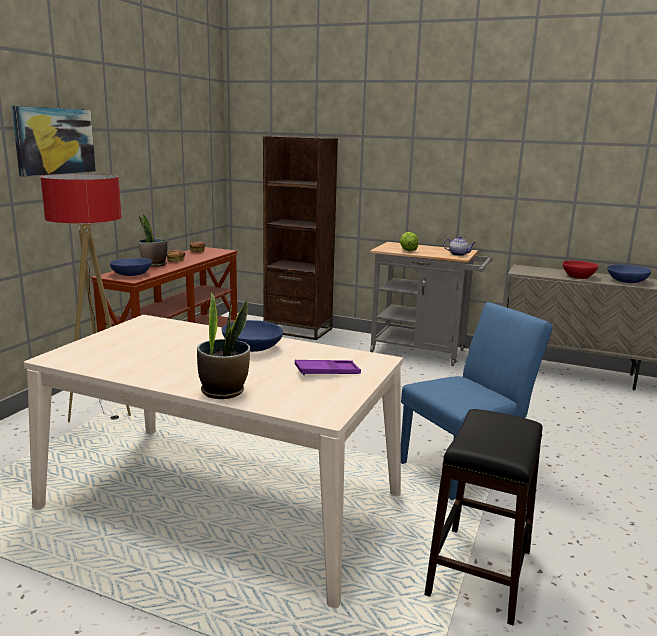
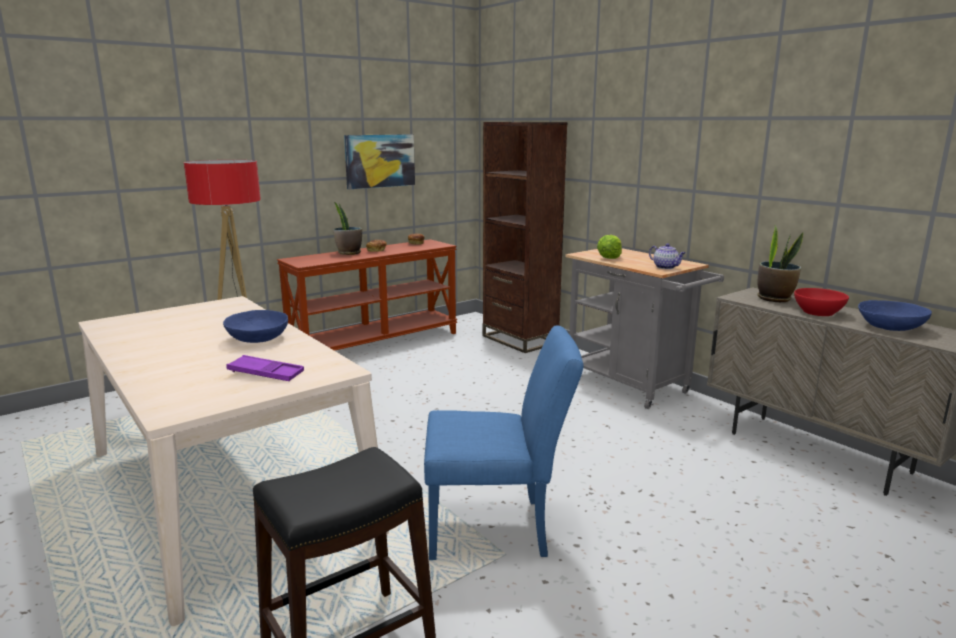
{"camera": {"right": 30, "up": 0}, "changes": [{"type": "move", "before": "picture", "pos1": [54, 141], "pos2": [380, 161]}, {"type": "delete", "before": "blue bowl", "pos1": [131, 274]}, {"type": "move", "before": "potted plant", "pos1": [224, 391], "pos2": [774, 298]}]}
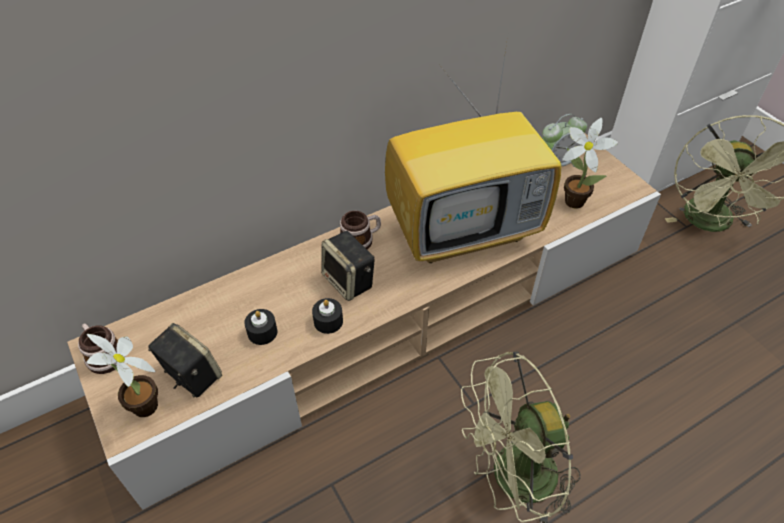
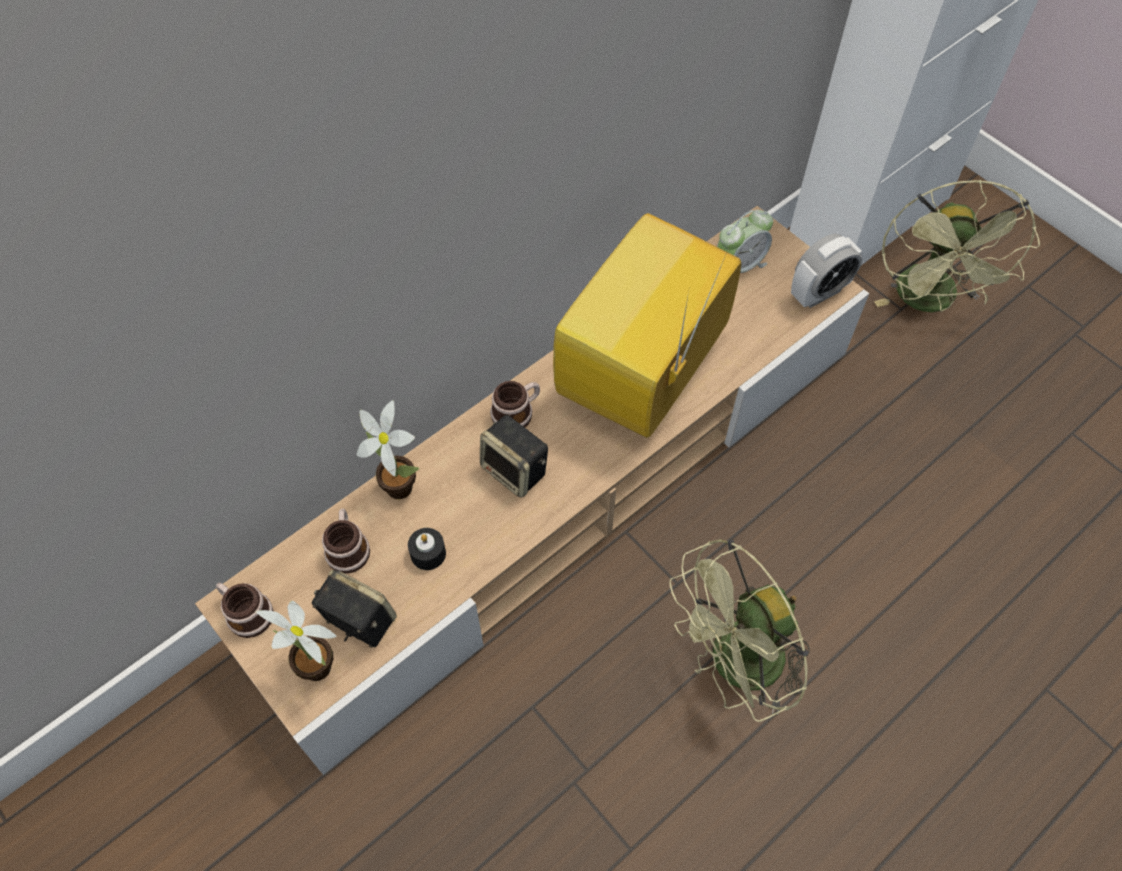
{"camera": {"right": -10, "up": 10}, "changes": [{"type": "rotate", "before": "television", "pos1": [465, 229], "pos2": [642, 378], "turn": 150}, {"type": "move", "before": "potted plant", "pos1": [572, 199], "pos2": [397, 484]}, {"type": "delete", "before": "black candle", "pos1": [328, 321]}, {"type": "insert", "after": "alarm clock", "pos2": [819, 293]}, {"type": "insert", "after": "mug", "pos2": [348, 547]}]}
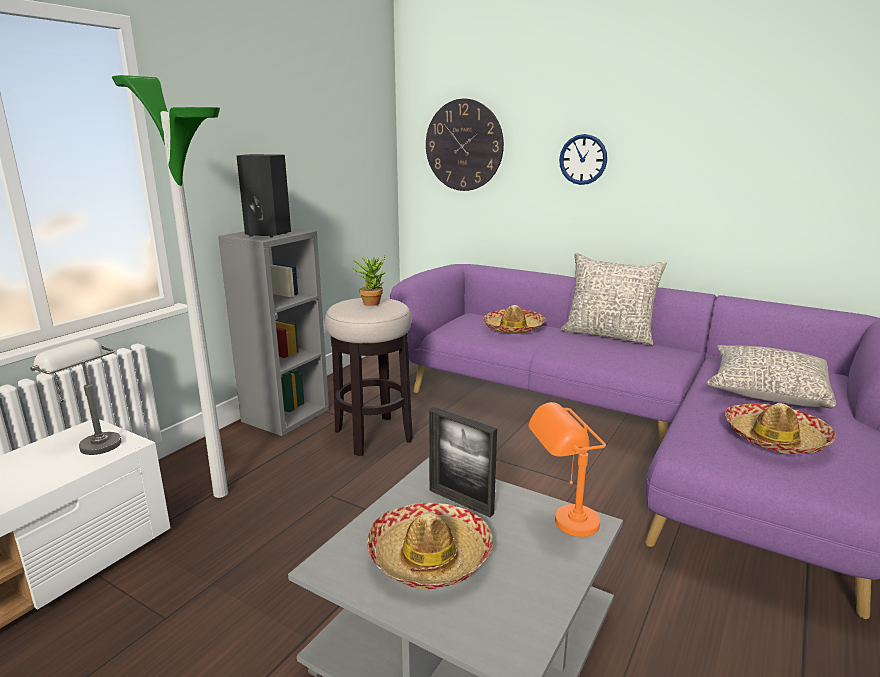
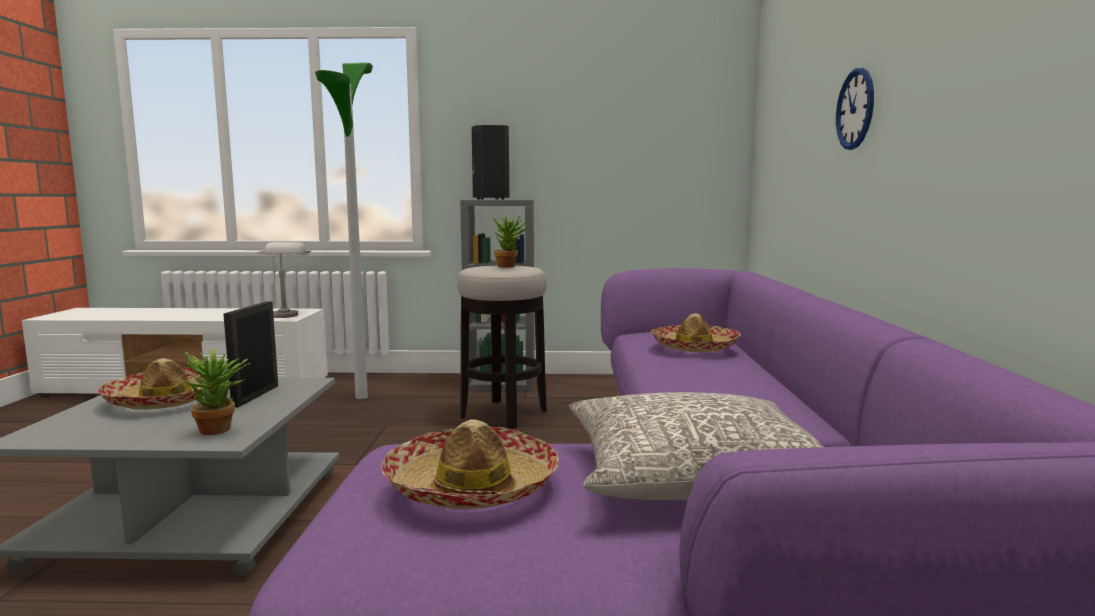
{"camera": {"right": 60, "up": -10}, "changes": [{"type": "delete", "before": "wall clock", "pos1": [464, 145]}, {"type": "delete", "before": "grey pillow", "pos1": [608, 335]}, {"type": "replace", "before": "orange table lamp", "after": "potted plant", "pos1": [563, 526], "pos2": [221, 430]}]}
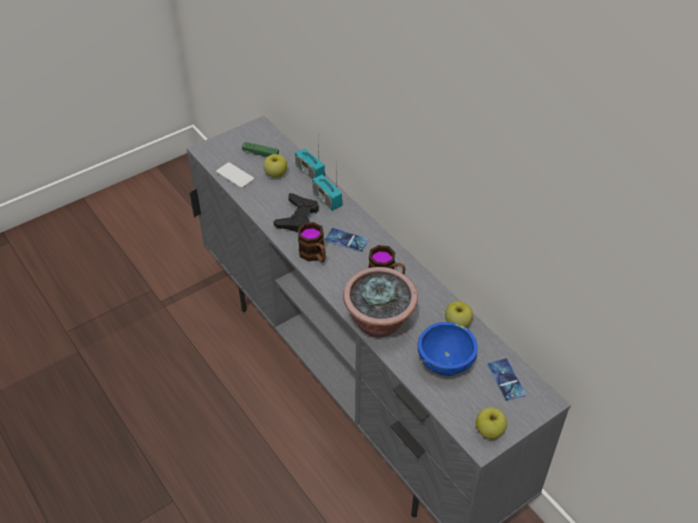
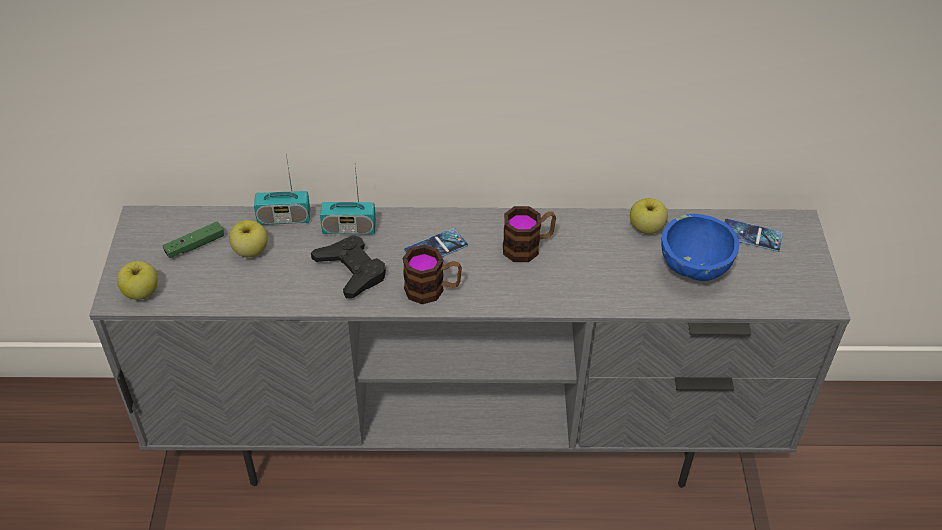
{"camera": {"right": -55, "up": 0}, "changes": [{"type": "delete", "before": "phone", "pos1": [235, 176]}, {"type": "delete", "before": "potted plant", "pos1": [379, 323]}, {"type": "move", "before": "apple", "pos1": [489, 431], "pos2": [141, 292]}]}
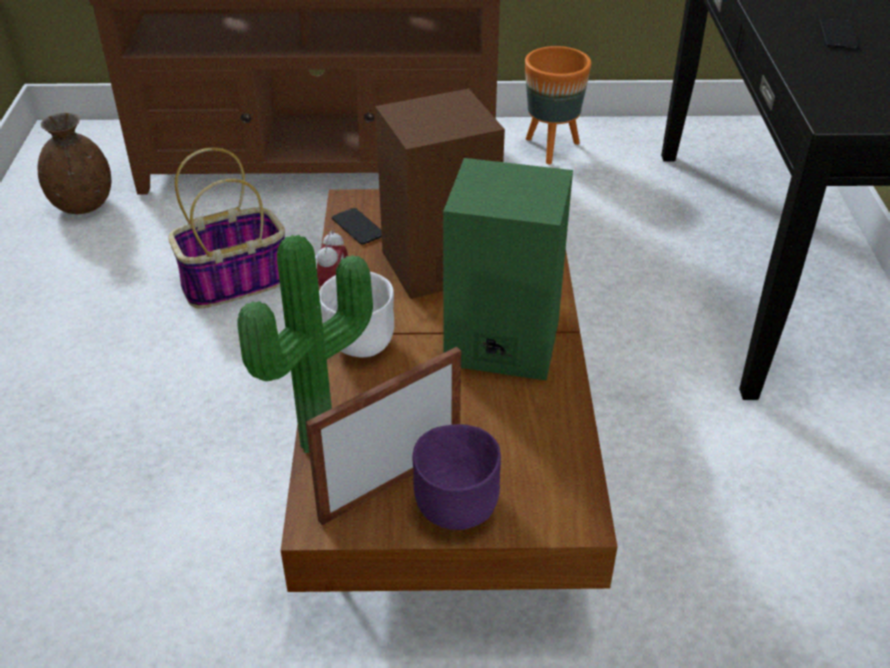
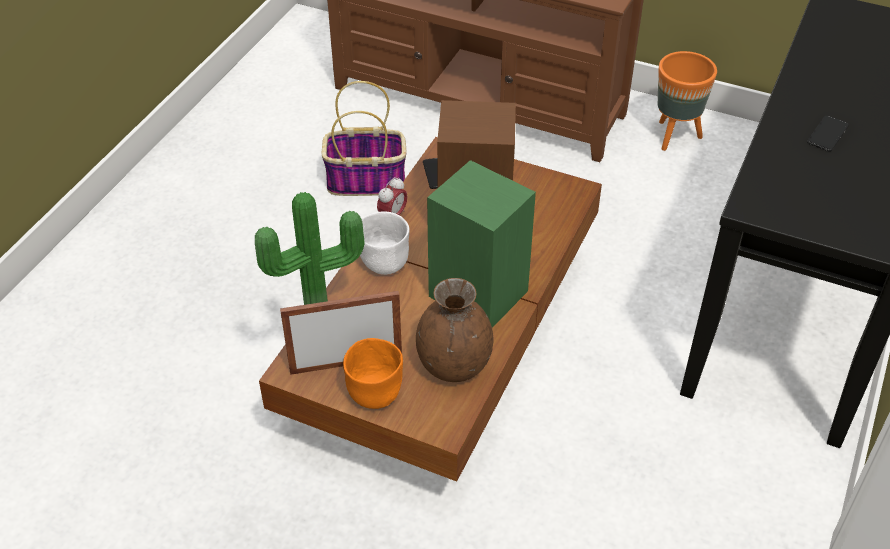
{"camera": {"right": 25, "up": 5}, "changes": [{"type": "move", "before": "brown vase", "pos1": [83, 205], "pos2": [455, 365]}, {"type": "recolor", "before": "purple bowl", "after": "orange bowl", "pos1": [456, 507], "pos2": [375, 393]}]}
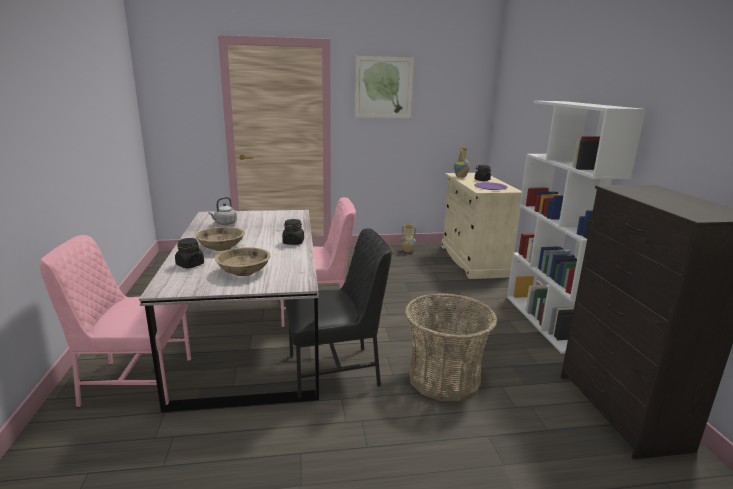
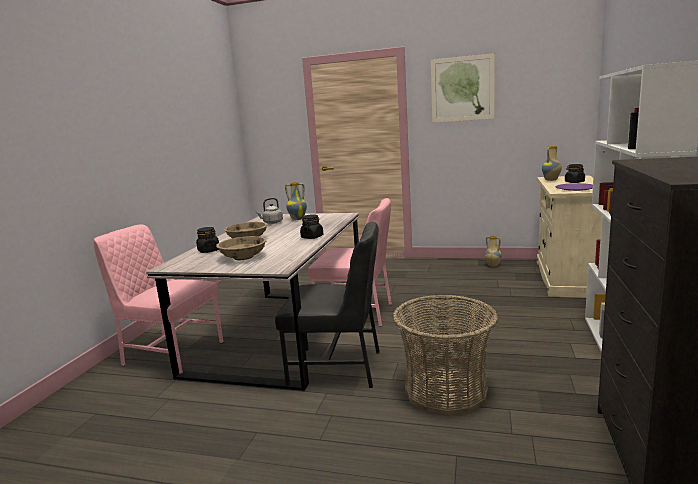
{"camera": {"right": 25, "up": -5}, "changes": [{"type": "insert", "after": "vase", "pos2": [297, 219]}]}
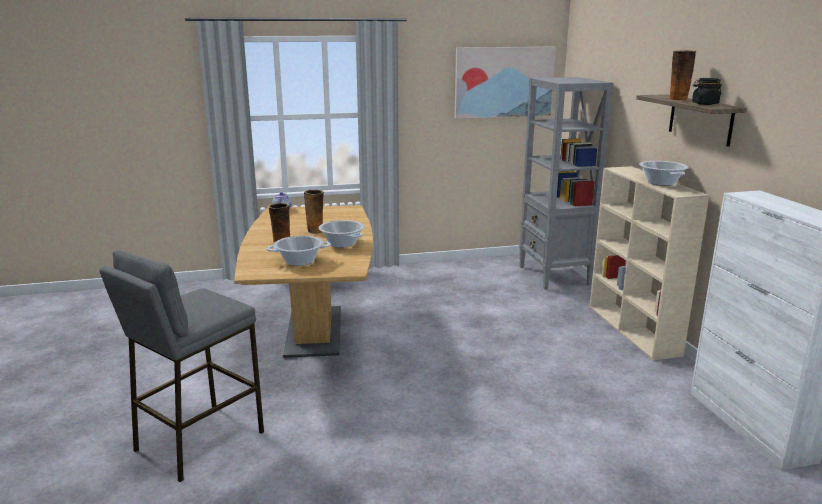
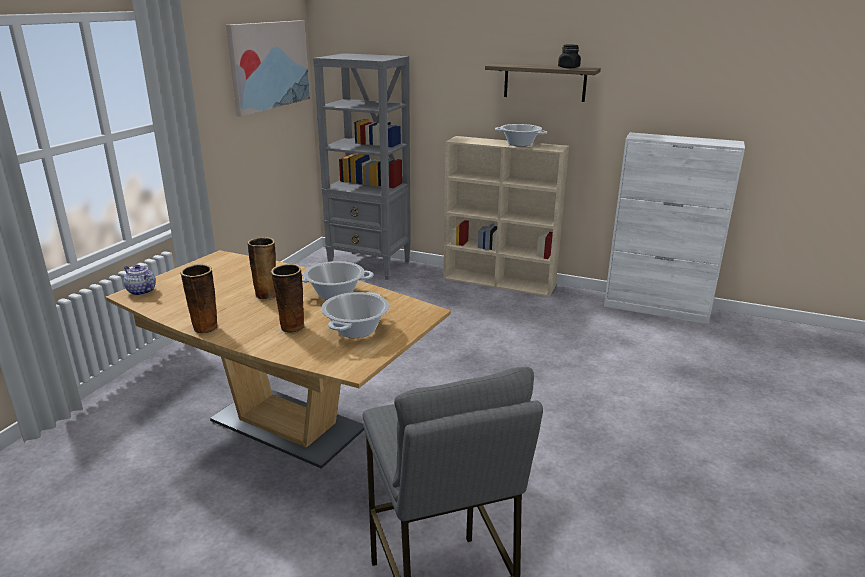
{"camera": {"right": -55, "up": 5}, "changes": [{"type": "move", "before": "vase", "pos1": [677, 99], "pos2": [205, 329]}]}
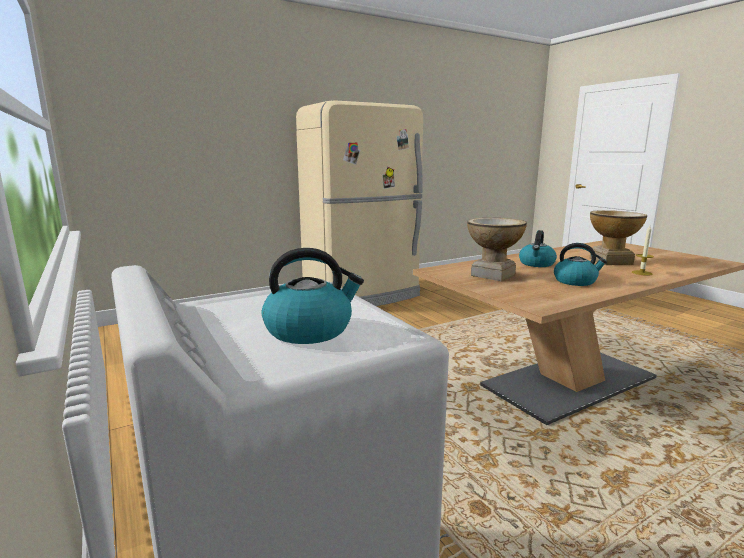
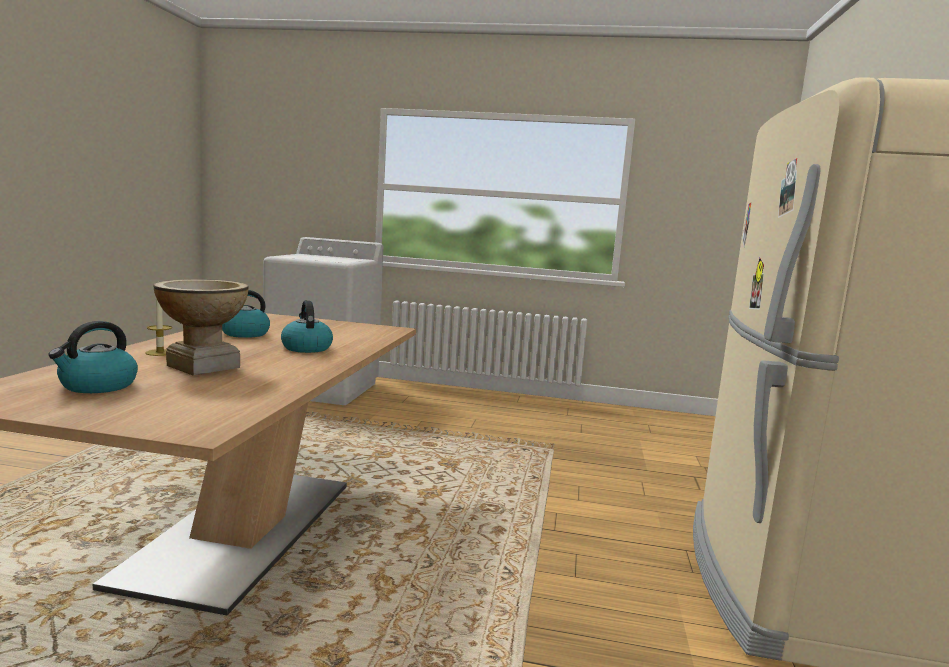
{"camera": {"right": 130, "up": -5}, "changes": [{"type": "delete", "before": "vase", "pos1": [492, 275]}, {"type": "move", "before": "kettle", "pos1": [310, 330], "pos2": [97, 386]}]}
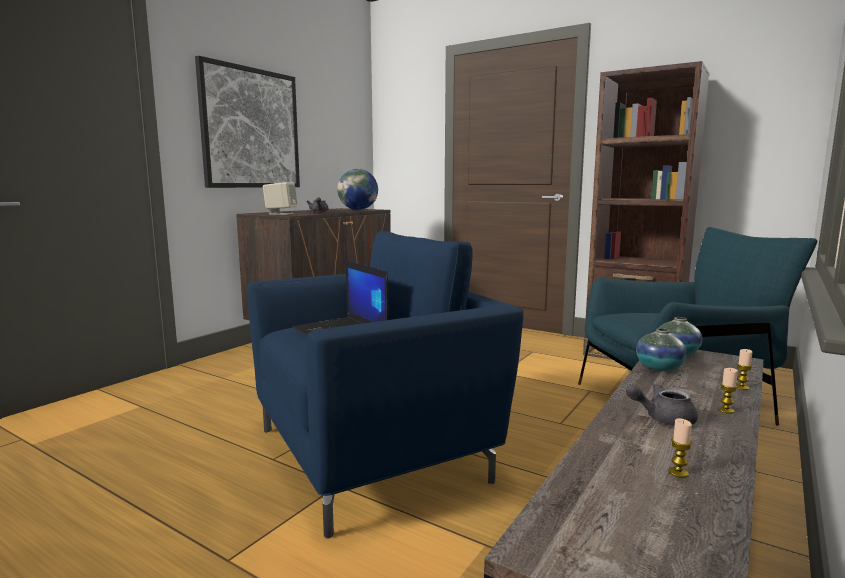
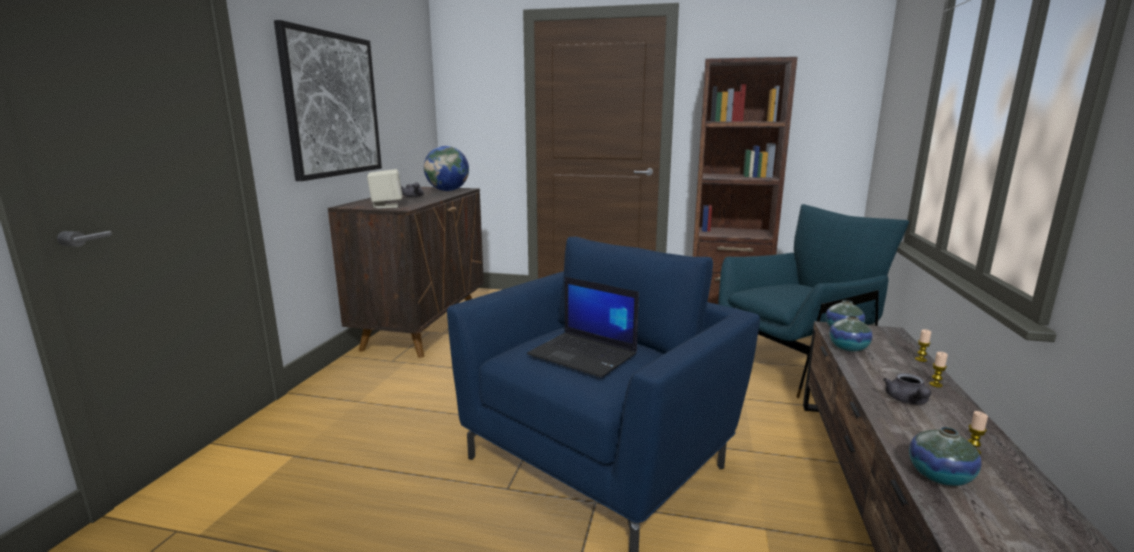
{"camera": {"right": -20, "up": 5}, "changes": [{"type": "rotate", "before": "grey teapot", "pos1": [662, 418], "pos2": [907, 401], "turn": -60}, {"type": "insert", "after": "vase", "pos2": [939, 476]}]}
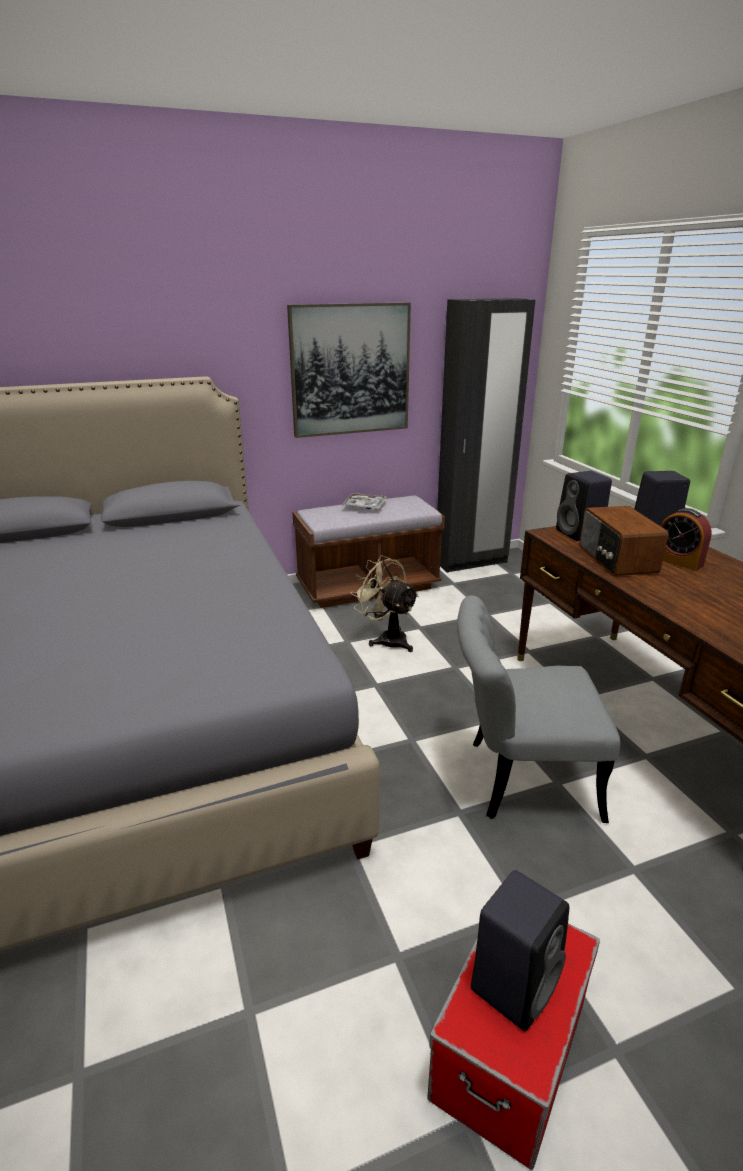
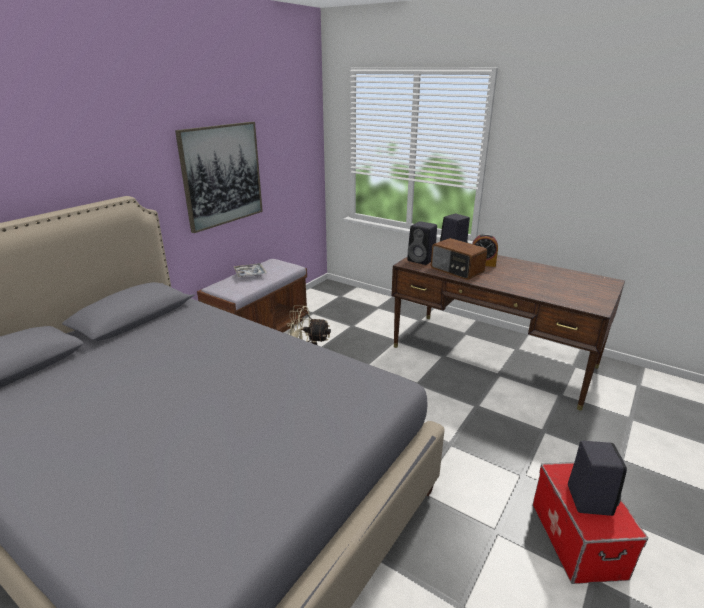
{"camera": {"right": -35, "up": 0}, "changes": [{"type": "delete", "before": "black wardrobe", "pos1": [471, 562]}, {"type": "delete", "before": "grey chair", "pos1": [517, 779]}]}
